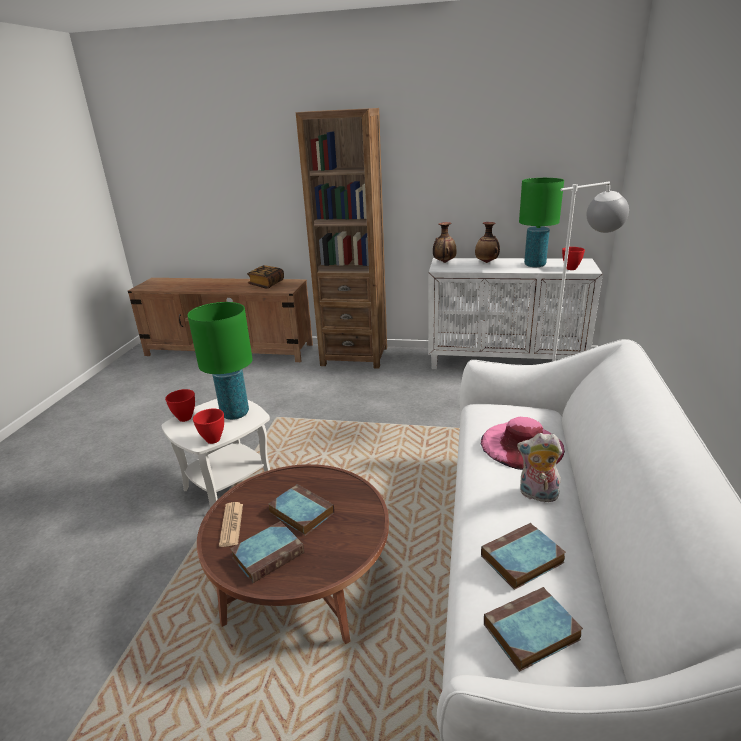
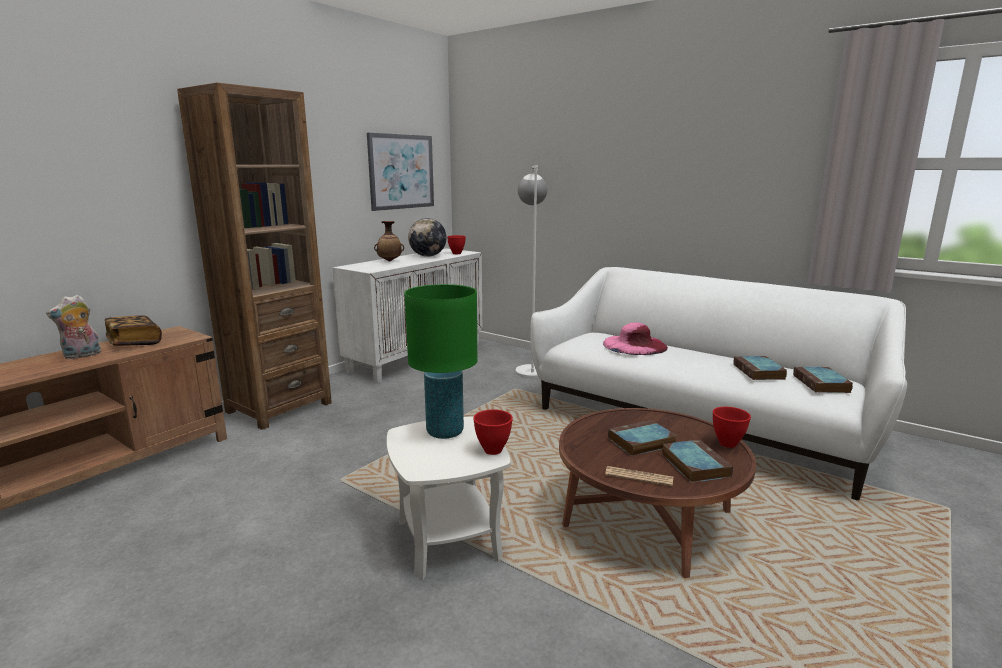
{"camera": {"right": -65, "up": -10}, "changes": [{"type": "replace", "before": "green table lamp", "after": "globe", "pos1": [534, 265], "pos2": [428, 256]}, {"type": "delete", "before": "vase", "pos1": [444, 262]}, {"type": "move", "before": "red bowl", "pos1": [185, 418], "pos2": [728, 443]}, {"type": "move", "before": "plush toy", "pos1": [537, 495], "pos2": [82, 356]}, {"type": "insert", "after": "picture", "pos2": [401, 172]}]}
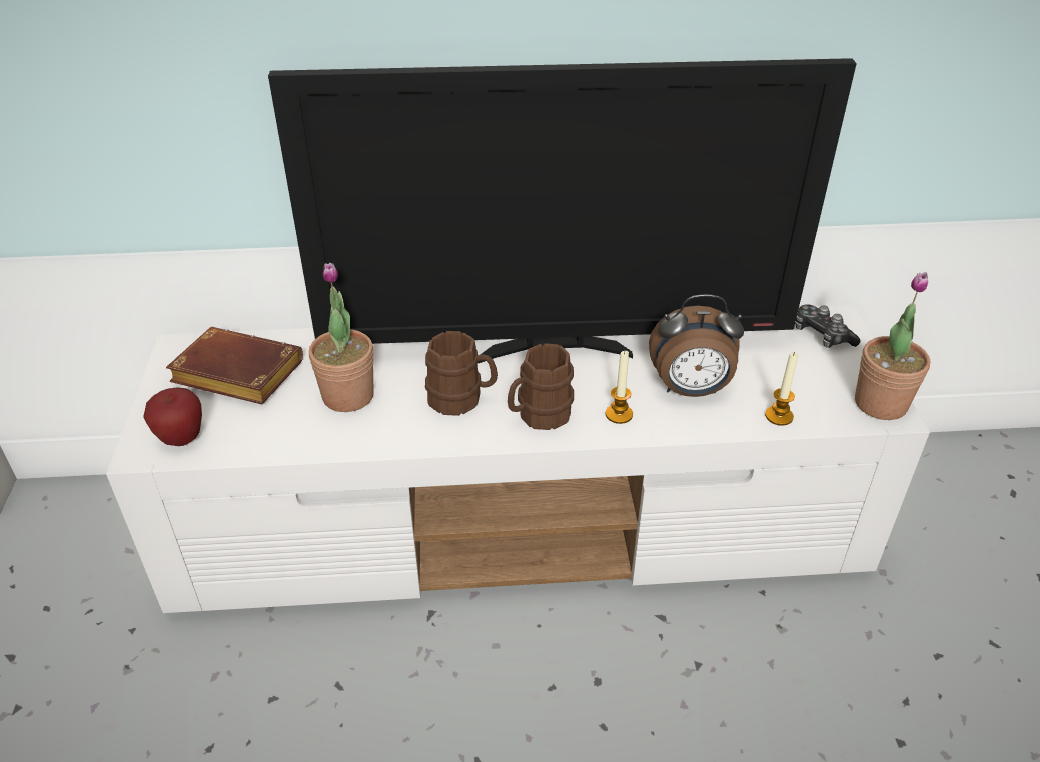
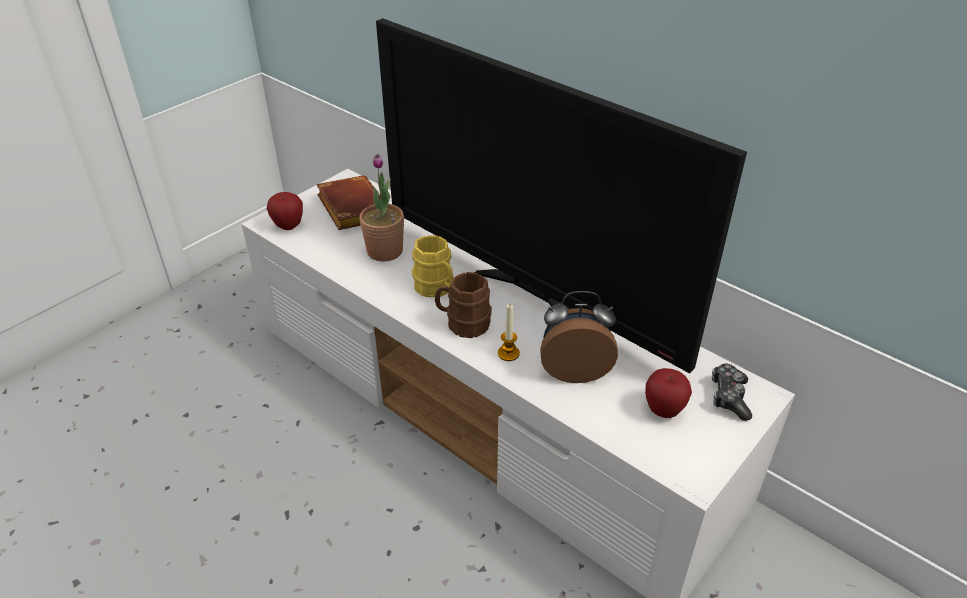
{"camera": {"right": 45, "up": 0}, "changes": [{"type": "delete", "before": "potted plant", "pos1": [880, 404]}, {"type": "rotate", "before": "alarm clock", "pos1": [690, 390], "pos2": [574, 369], "turn": 135}, {"type": "recolor", "before": "brown mug", "after": "yellow mug", "pos1": [462, 399], "pos2": [436, 288]}, {"type": "delete", "before": "candle", "pos1": [779, 416]}, {"type": "insert", "after": "apple", "pos2": [663, 410]}]}
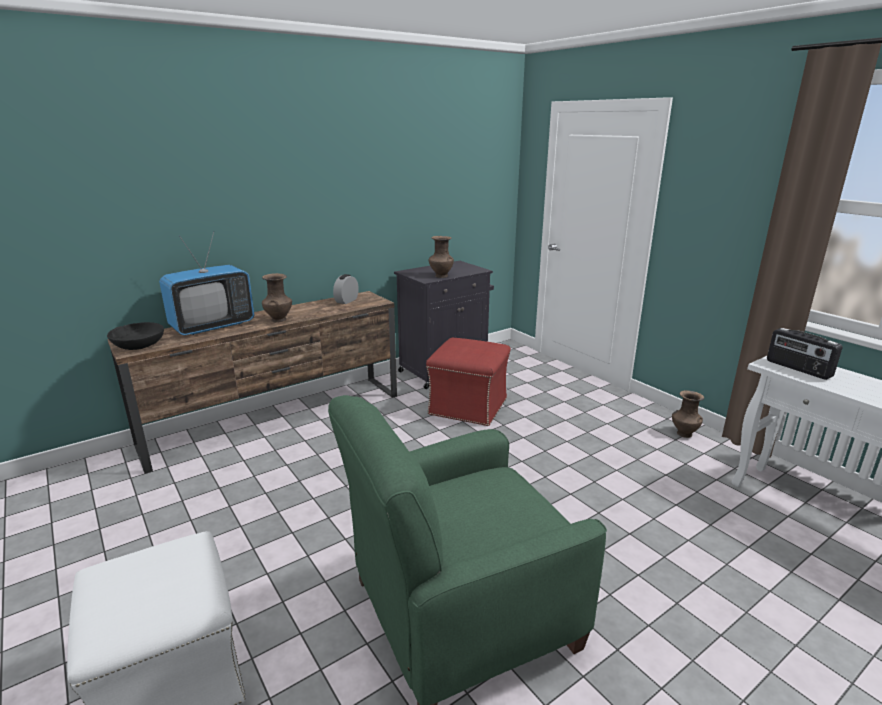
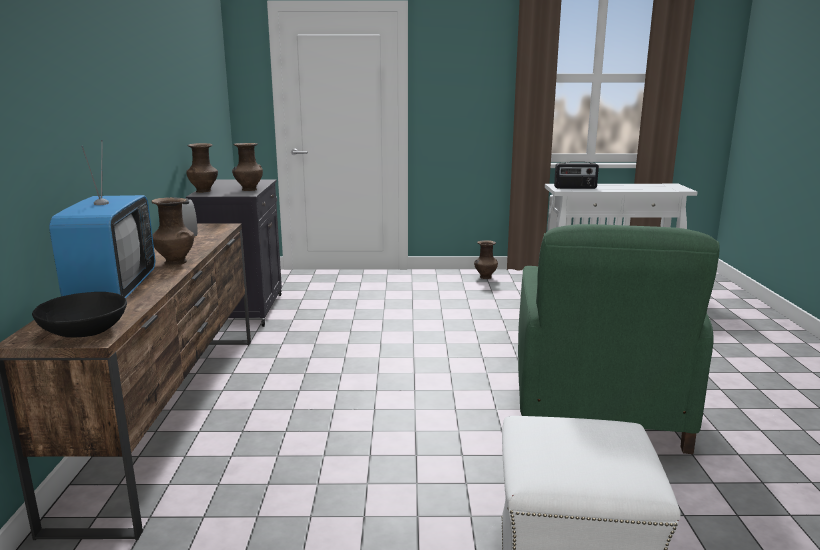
{"camera": {"right": -55, "up": -5}, "changes": [{"type": "delete", "before": "red ottoman", "pos1": [469, 407]}, {"type": "insert", "after": "brown vase", "pos2": [204, 191]}]}
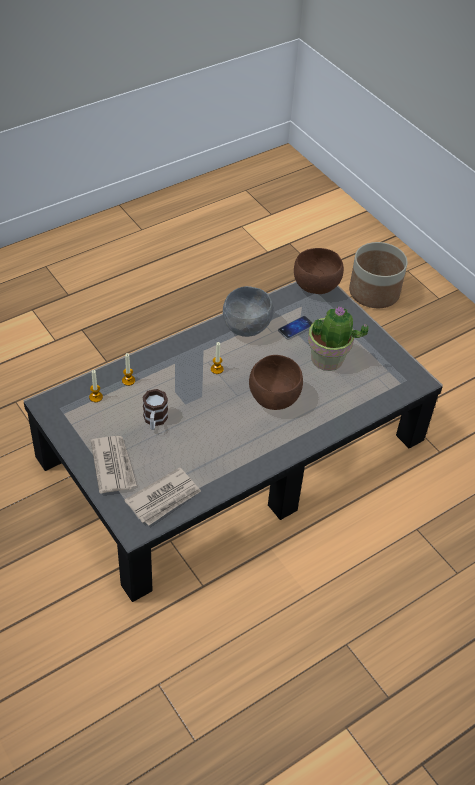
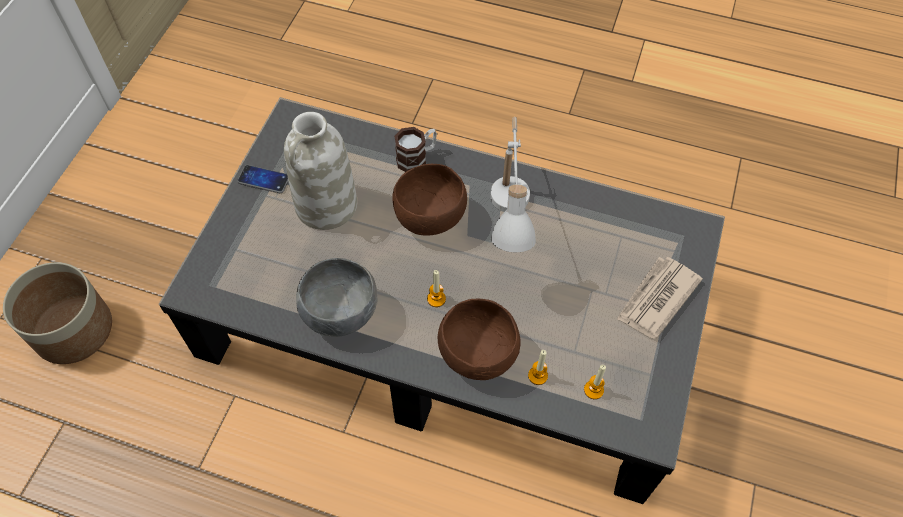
{"camera": {"right": -125, "up": 10}, "changes": [{"type": "move", "before": "brown bowl", "pos1": [316, 287], "pos2": [477, 354]}, {"type": "replace", "before": "potted plant", "after": "white vase", "pos1": [327, 359], "pos2": [326, 206]}, {"type": "move", "before": "phone", "pos1": [296, 328], "pos2": [264, 179]}, {"type": "move", "before": "mug", "pos1": [154, 421], "pos2": [417, 158]}, {"type": "delete", "before": "newspaper", "pos1": [164, 498]}, {"type": "insert", "after": "white table lamp", "pos2": [509, 221]}]}
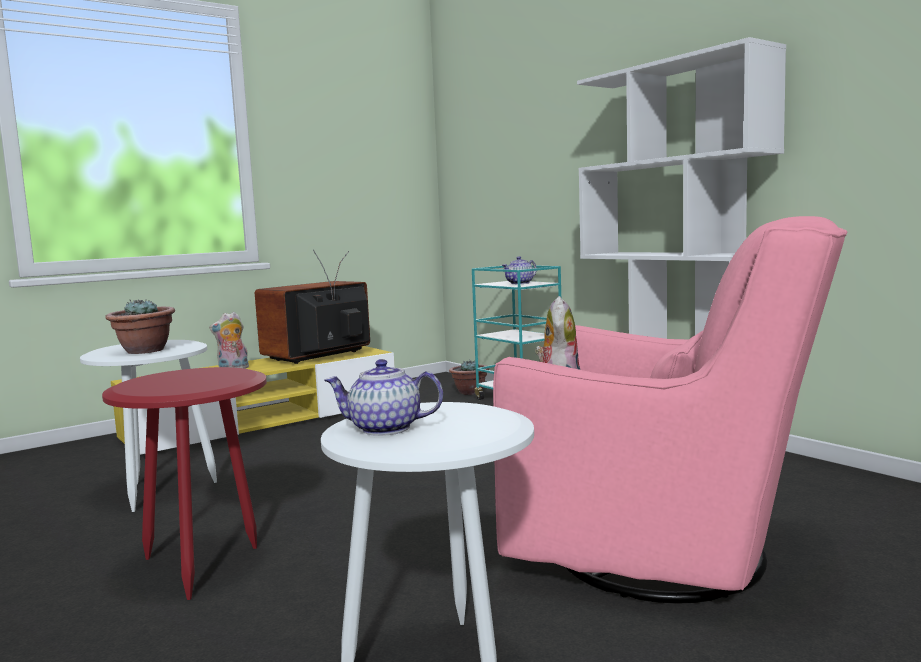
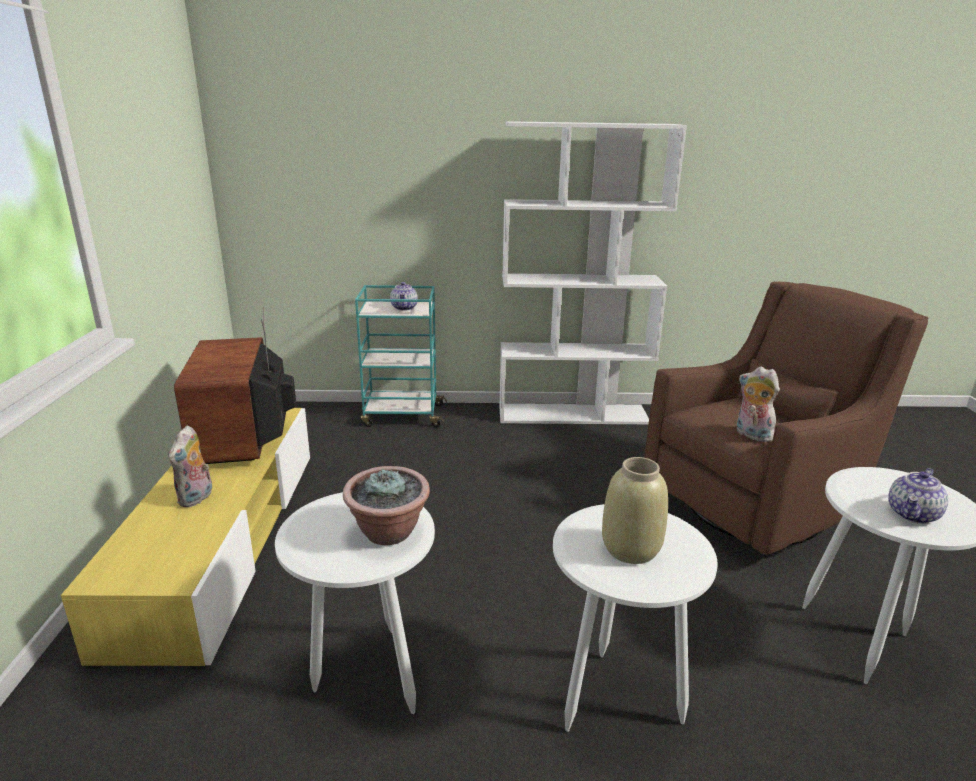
{"camera": {"right": -55, "up": 15}, "changes": [{"type": "recolor", "before": "pink armchair", "after": "brown armchair", "pos1": [668, 555], "pos2": [757, 505]}, {"type": "delete", "before": "potted plant", "pos1": [469, 392]}, {"type": "recolor", "before": "red side table", "after": "white side table", "pos1": [204, 565], "pos2": [615, 696]}, {"type": "insert", "after": "beige vase", "pos2": [631, 549]}]}
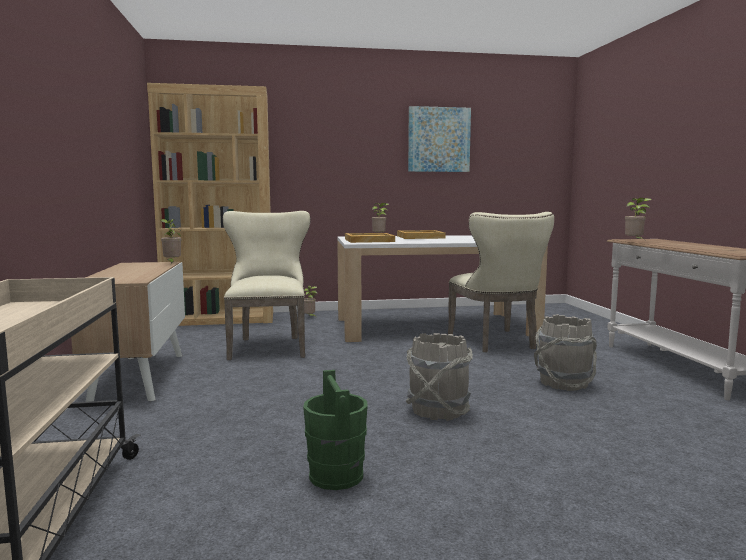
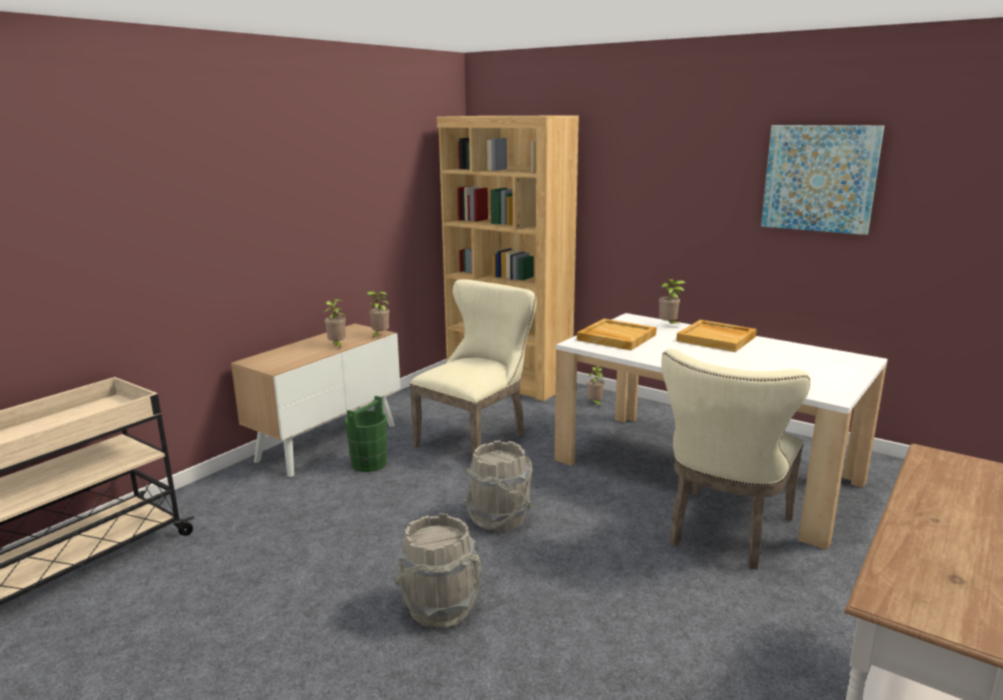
{"camera": {"right": 45, "up": 10}, "changes": [{"type": "move", "before": "potted plant", "pos1": [635, 241], "pos2": [337, 345]}, {"type": "move", "before": "grey bucket", "pos1": [563, 383], "pos2": [499, 518]}, {"type": "move", "before": "green bucket", "pos1": [336, 475], "pos2": [369, 463]}]}
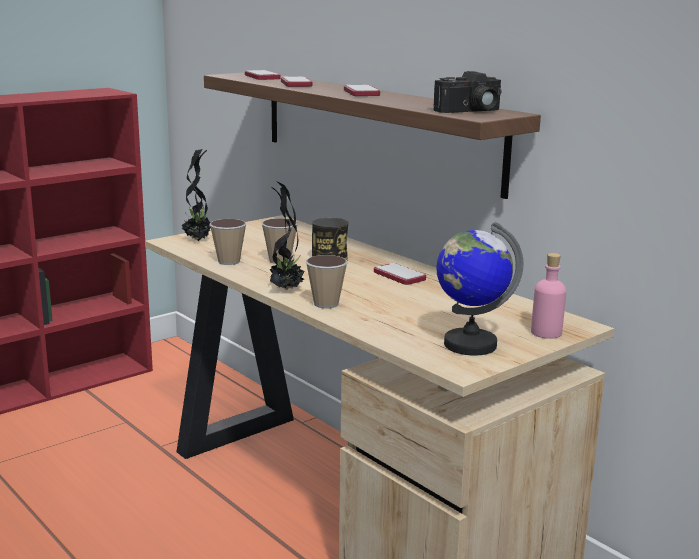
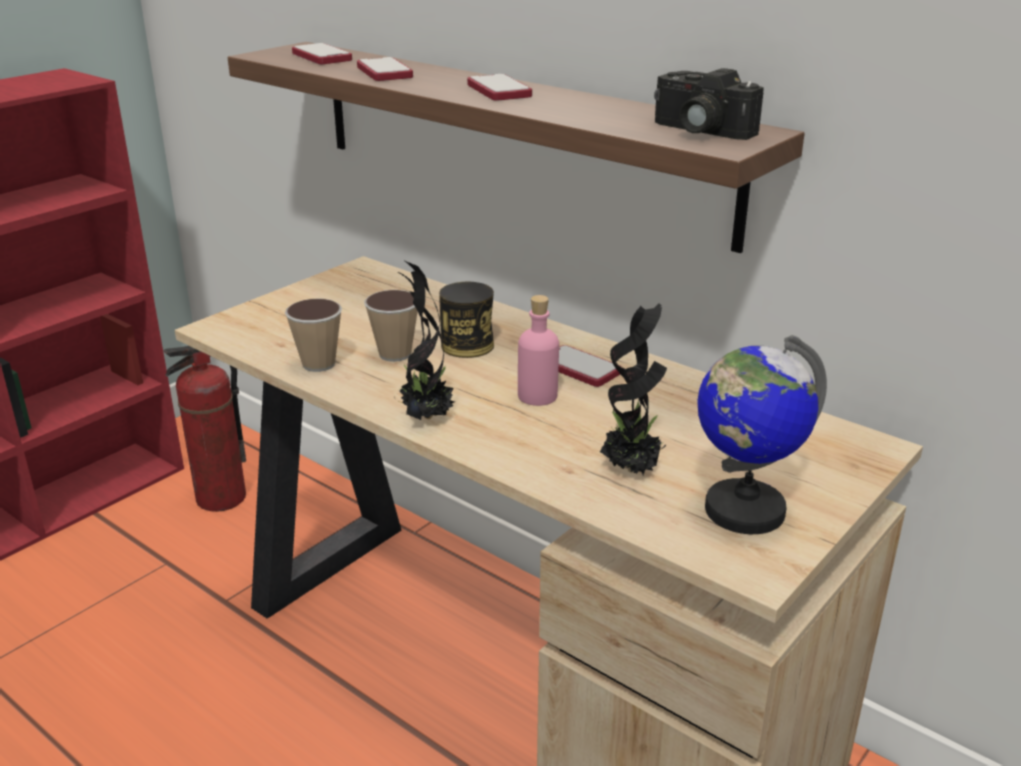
{"camera": {"right": -10, "up": 10}, "changes": [{"type": "rotate", "before": "photo camera", "pos1": [470, 111], "pos2": [698, 130], "turn": 75}, {"type": "move", "before": "potted plant", "pos1": [198, 240], "pos2": [632, 470]}, {"type": "move", "before": "pink bottle", "pos1": [546, 333], "pos2": [537, 396]}, {"type": "delete", "before": "cup", "pos1": [326, 304]}, {"type": "insert", "after": "fire extinguisher", "pos2": [221, 498]}]}
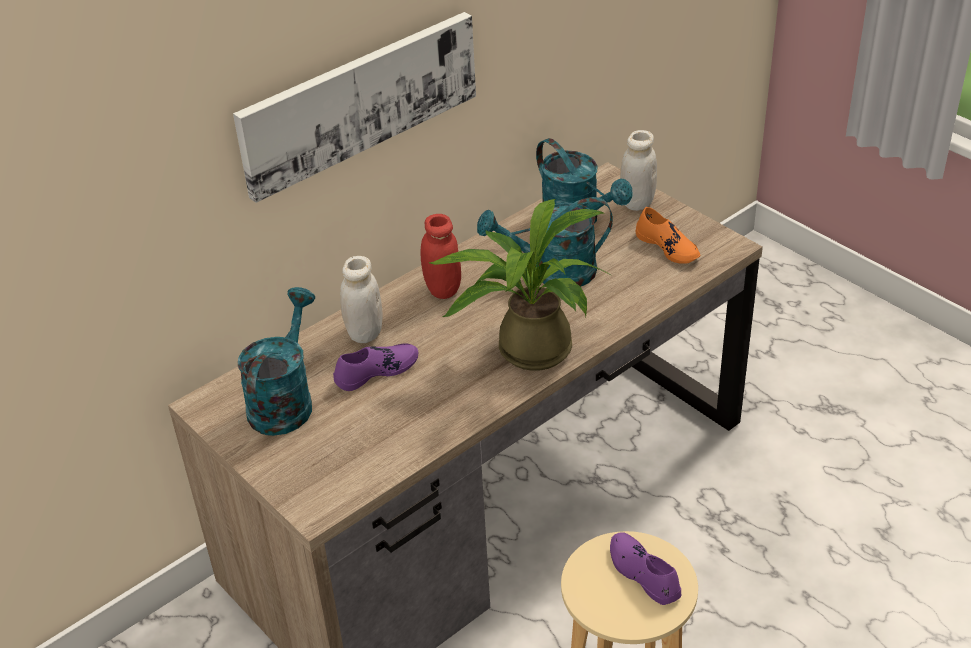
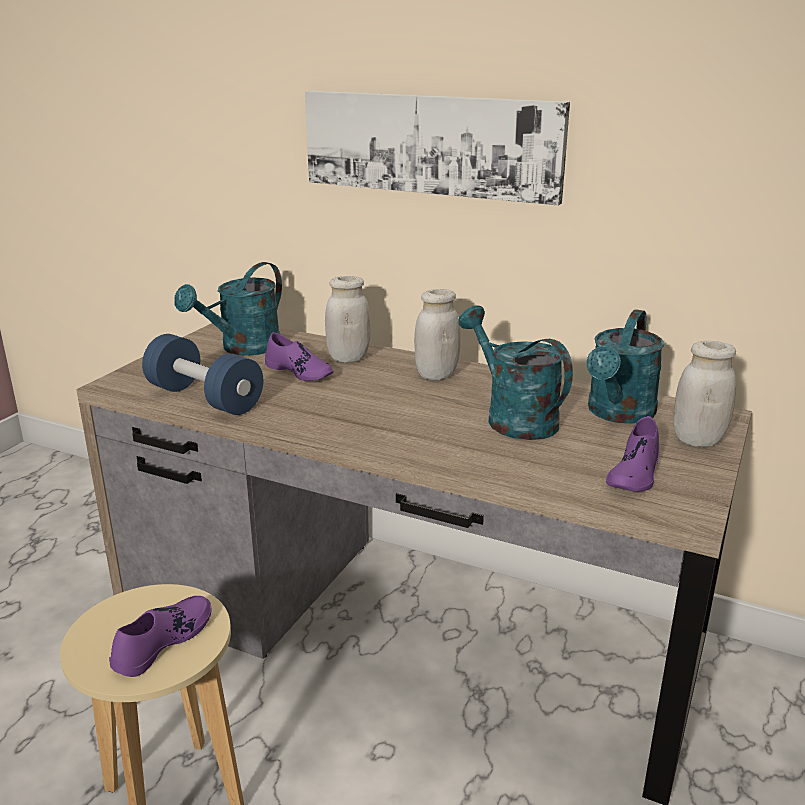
{"camera": {"right": 65, "up": -15}, "changes": [{"type": "delete", "before": "potted plant", "pos1": [525, 348]}, {"type": "recolor", "before": "orange shoe", "after": "purple shoe", "pos1": [668, 247], "pos2": [634, 473]}, {"type": "recolor", "before": "red jar", "after": "white jar", "pos1": [443, 289], "pos2": [436, 374]}, {"type": "rotate", "before": "turquoise watering can", "pos1": [284, 401], "pos2": [243, 348], "turn": 135}, {"type": "insert", "after": "blue dumbbell", "pos2": [205, 398]}]}
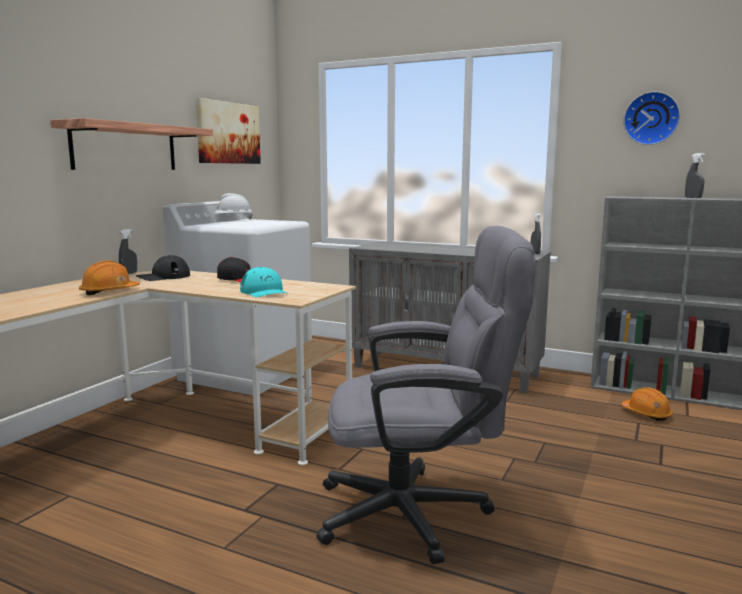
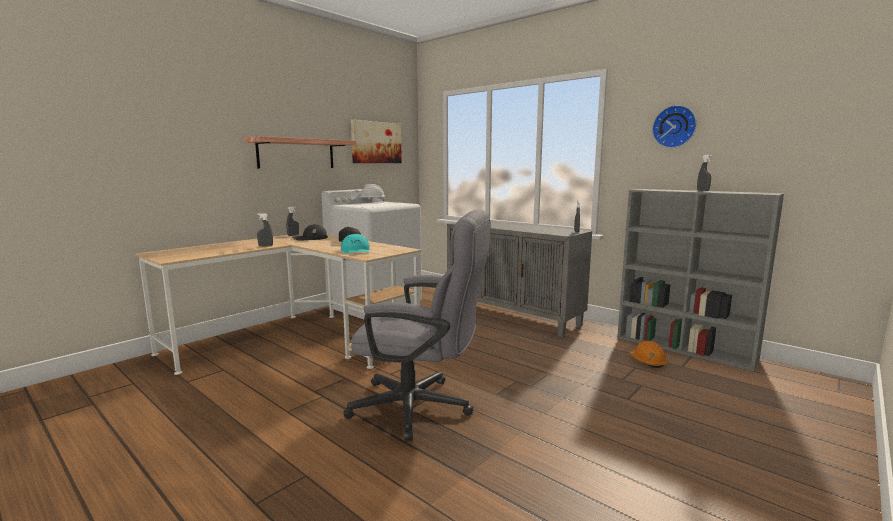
{"camera": {"right": 15, "up": 0}, "changes": [{"type": "replace", "before": "orange hard hat", "after": "grey spray bottle", "pos1": [109, 292], "pos2": [265, 246]}]}
